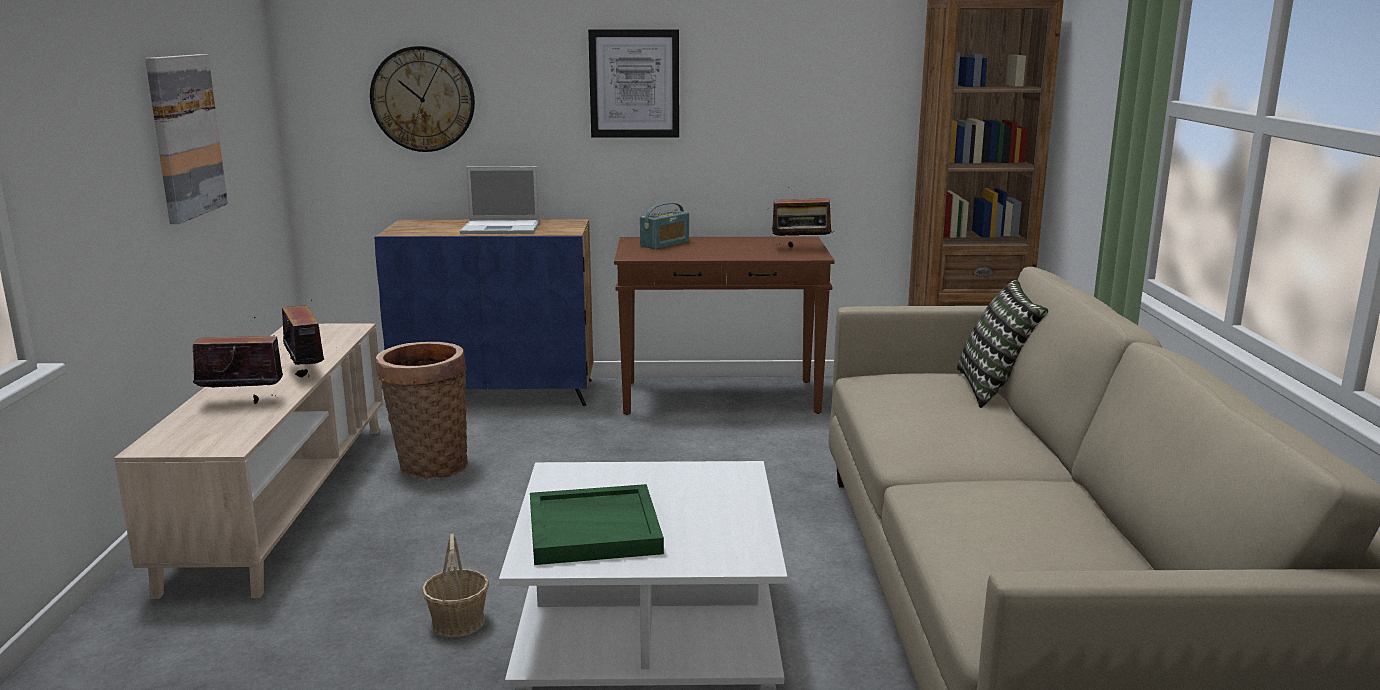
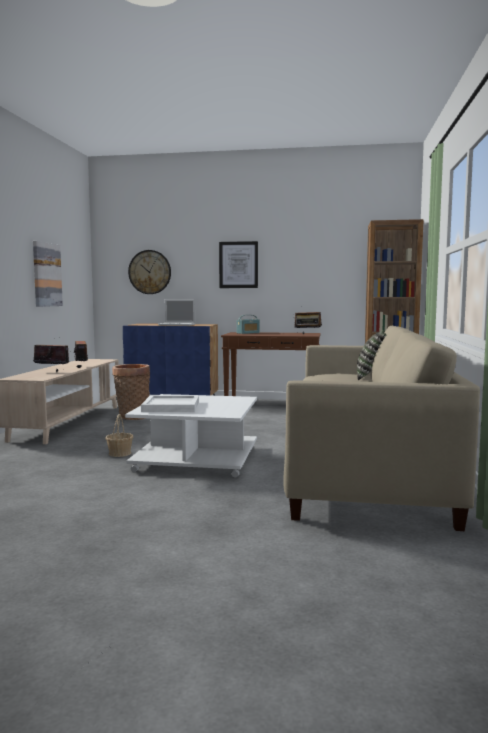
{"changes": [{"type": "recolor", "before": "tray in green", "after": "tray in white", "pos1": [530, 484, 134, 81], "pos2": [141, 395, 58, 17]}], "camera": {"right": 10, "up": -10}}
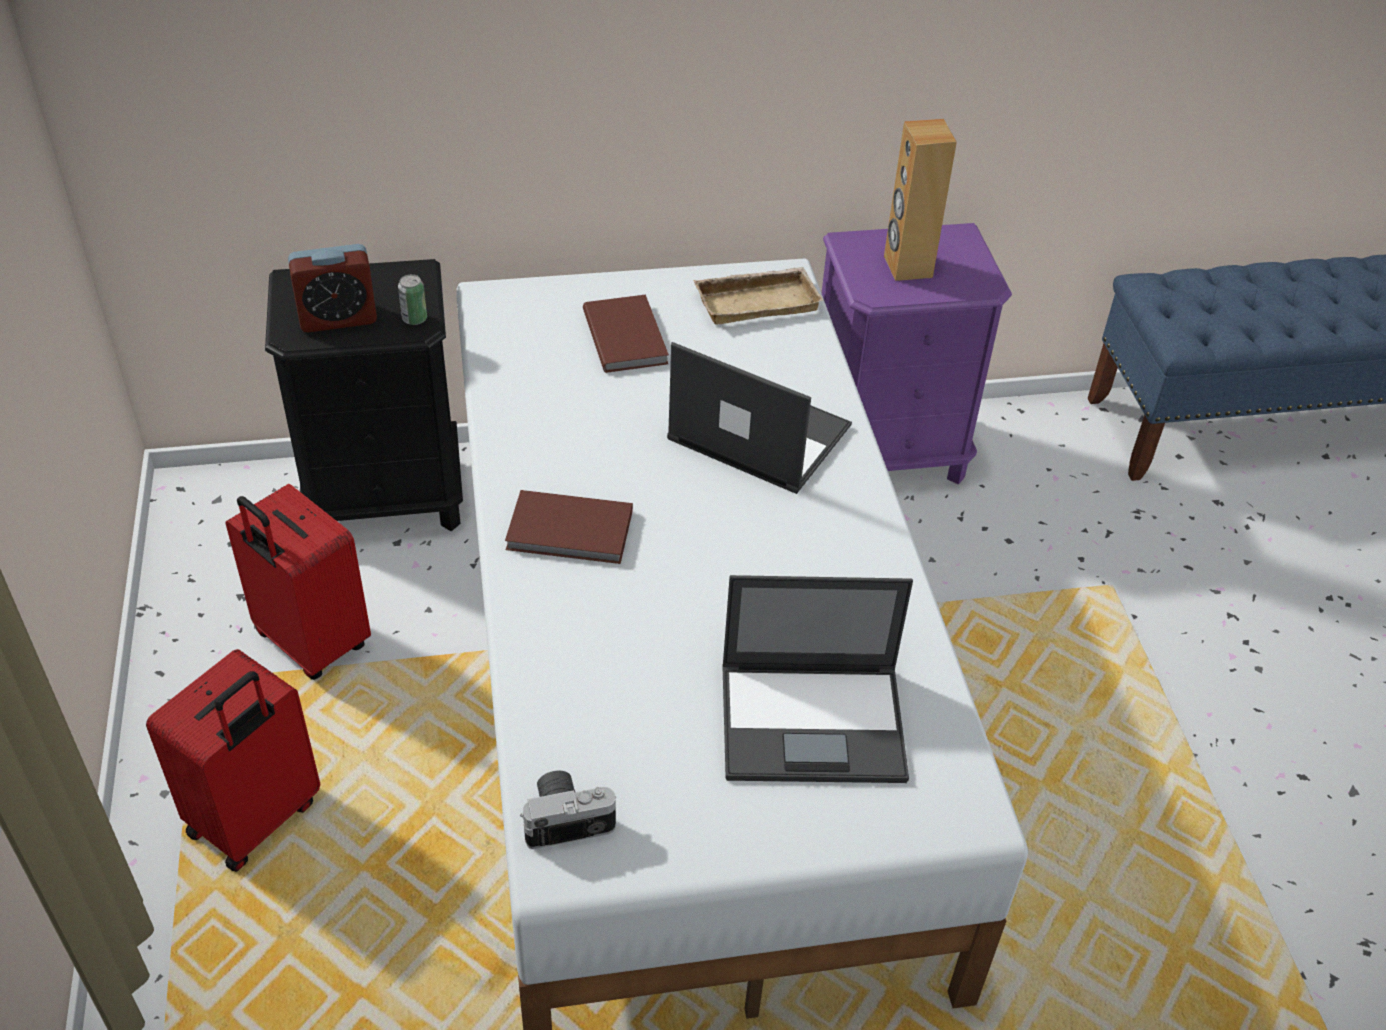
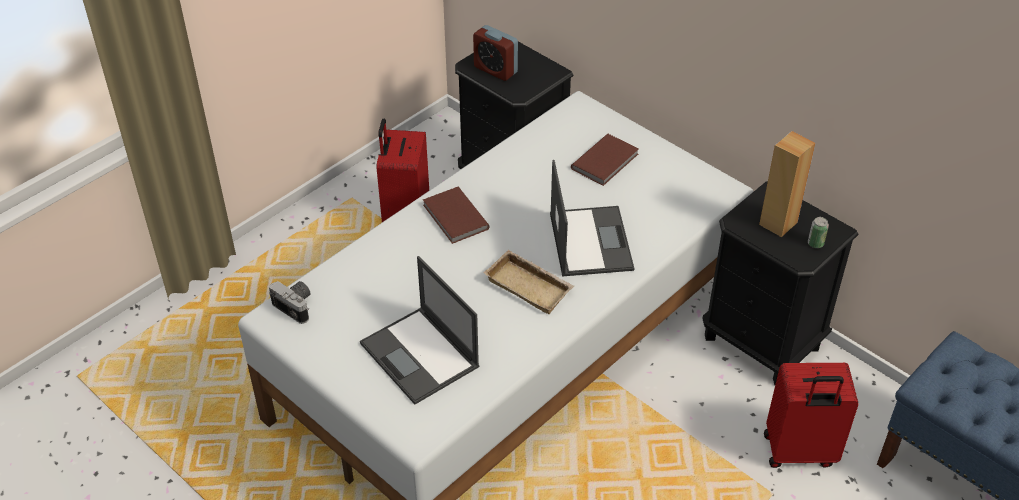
{"changes": [{"type": "move", "before": "suitcase in red", "pos1": [146, 649, 174, 223], "pos2": [764, 363, 95, 105]}, {"type": "move", "before": "can", "pos1": [398, 274, 29, 51], "pos2": [808, 217, 21, 31]}, {"type": "move", "before": "tray in beige", "pos1": [693, 267, 131, 58], "pos2": [484, 250, 90, 64]}, {"type": "recolor", "before": "nightstand in purple", "after": "nightstand in black", "pos1": [822, 223, 190, 261], "pos2": [702, 181, 156, 204]}], "camera": {"right": 55, "up": 0}}
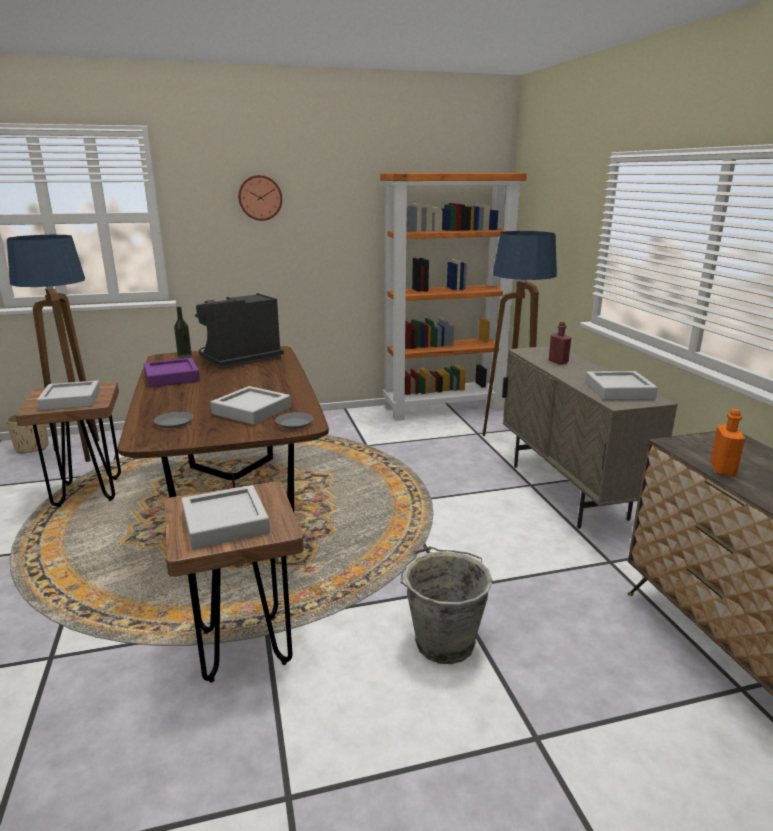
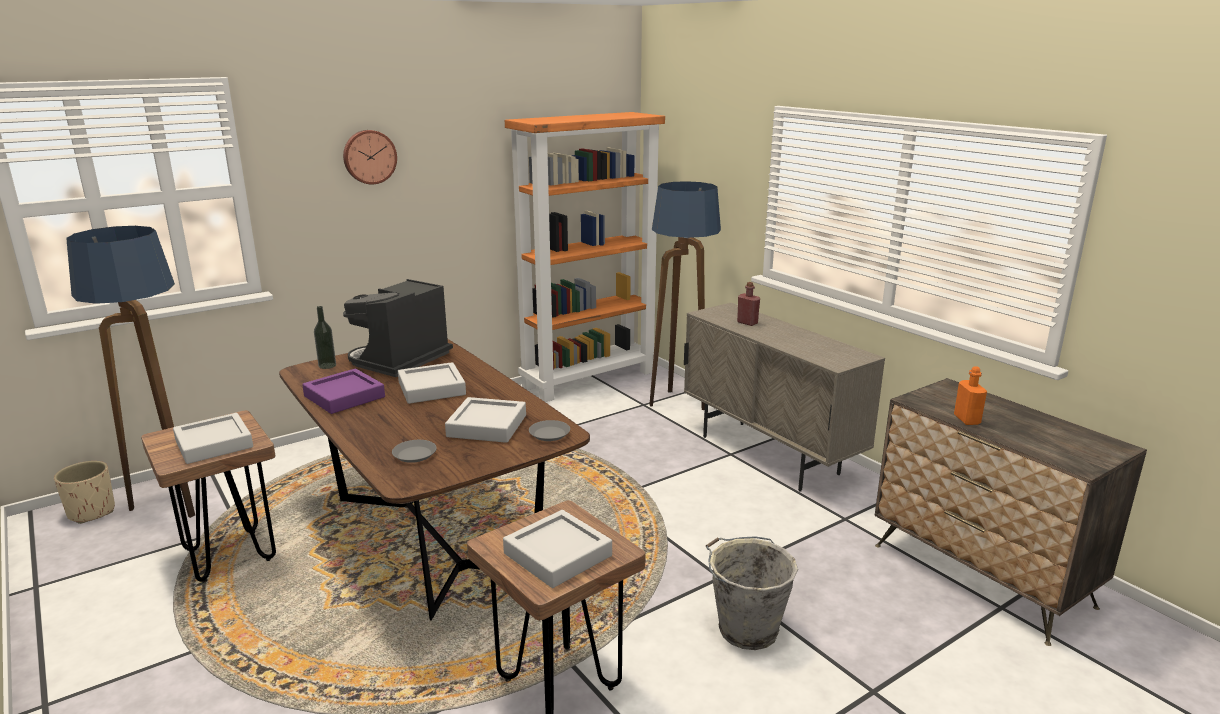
{"changes": [{"type": "move", "before": "tray in grey", "pos1": [585, 371, 73, 29], "pos2": [398, 362, 68, 42]}], "camera": {"right": -20, "up": 0}}
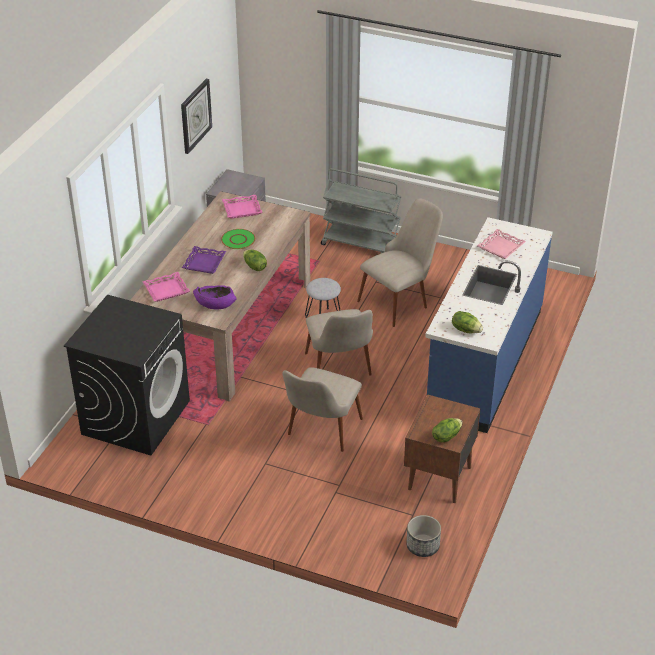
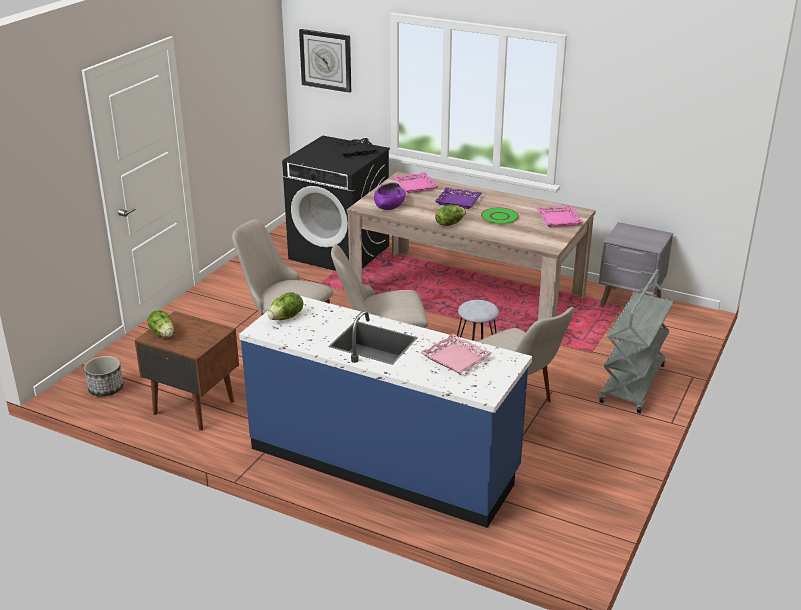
{"changes": [{"type": "insert", "after": "tray in black", "pos2": [333, 138, 44, 19]}, {"type": "move", "before": "wall clock", "pos1": [181, 79, 31, 75], "pos2": [299, 29, 52, 64]}], "camera": {"right": 95, "up": -10}}
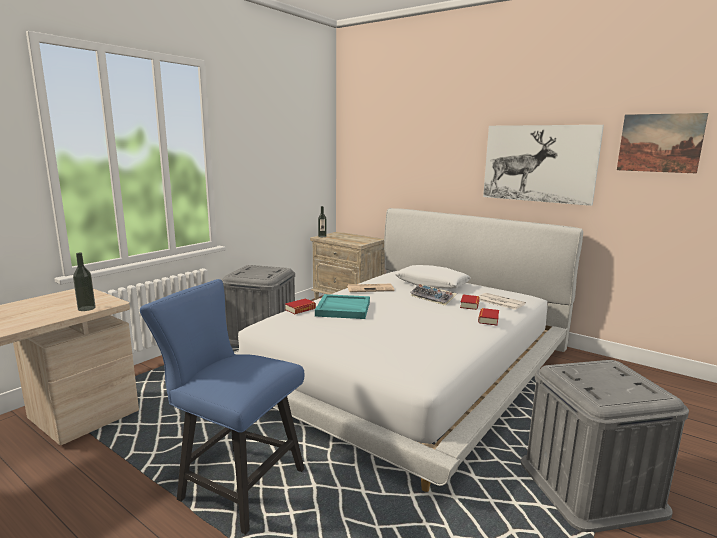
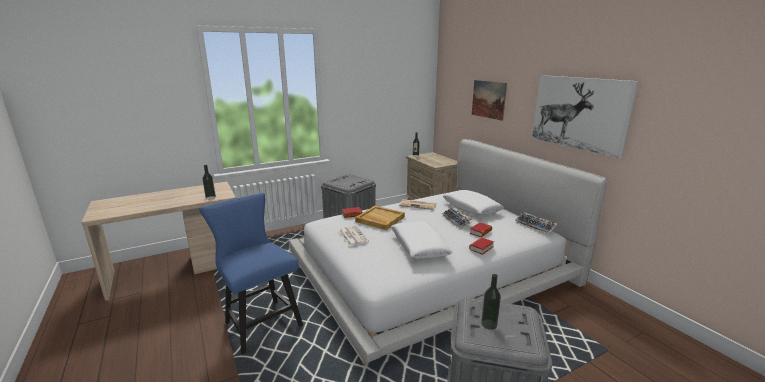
{"changes": [{"type": "insert", "after": "pillow in white", "pos2": [391, 221, 61, 38]}, {"type": "insert", "after": "bottle", "pos2": [481, 274, 20, 56]}, {"type": "insert", "after": "keyboard", "pos2": [515, 213, 43, 21]}, {"type": "move", "before": "newspaper", "pos1": [479, 293, 47, 17], "pos2": [339, 226, 30, 20]}, {"type": "move", "before": "picture", "pos1": [617, 113, 91, 61], "pos2": [472, 80, 35, 41]}, {"type": "recolor", "before": "tray in turquoise", "after": "tray in beige", "pos1": [315, 294, 55, 25], "pos2": [355, 206, 50, 24]}], "camera": {"right": 25, "up": 5}}
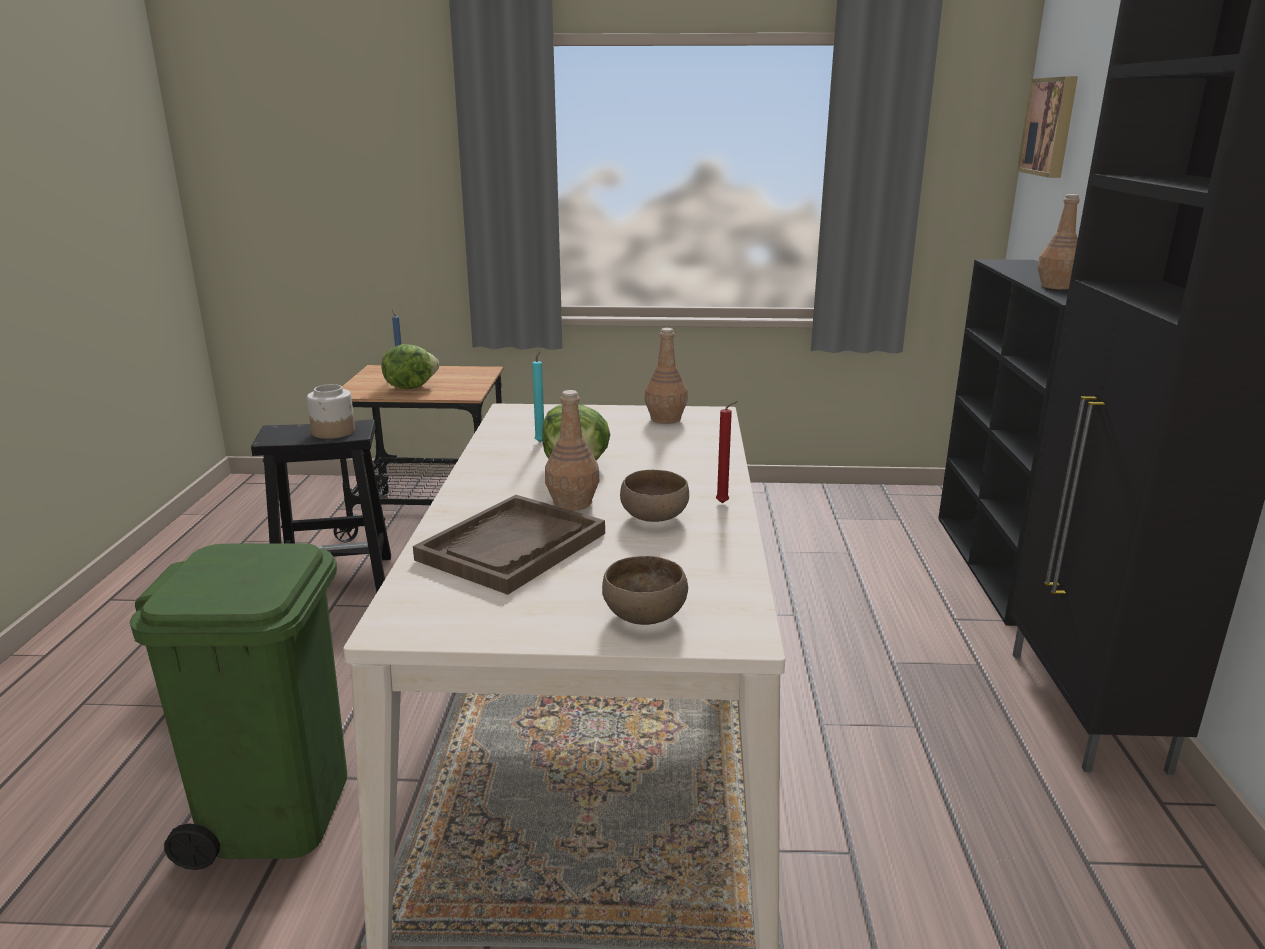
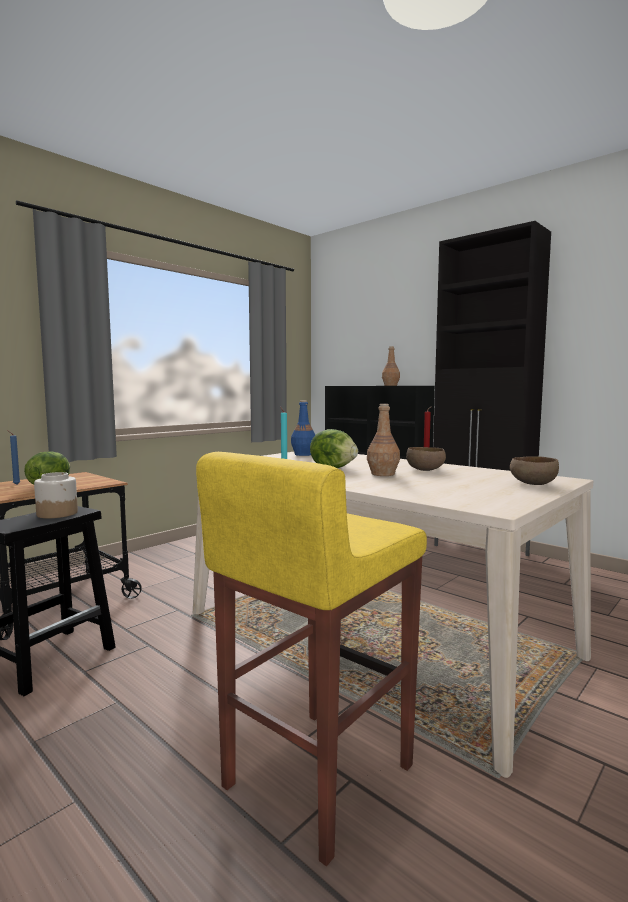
{"changes": [{"type": "delete", "before": "tray in brown", "pos1": [413, 495, 192, 100]}, {"type": "delete", "before": "picture", "pos1": [1017, 76, 61, 102]}, {"type": "replace", "before": "trash can in green", "after": "stool in yellow", "pos1": [129, 543, 218, 327], "pos2": [196, 452, 231, 414]}, {"type": "recolor", "before": "bottle in brown", "after": "bottle in blue", "pos1": [645, 328, 43, 96], "pos2": [291, 400, 24, 56]}], "camera": {"right": -50, "up": -15}}
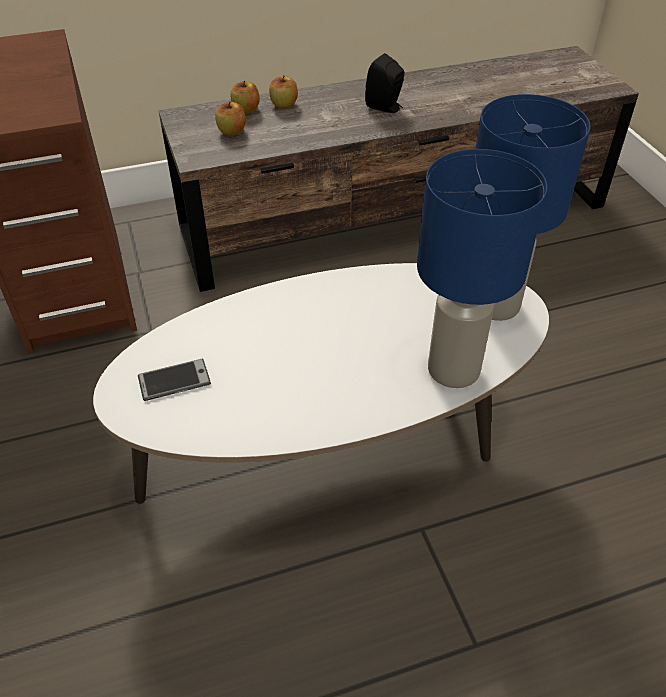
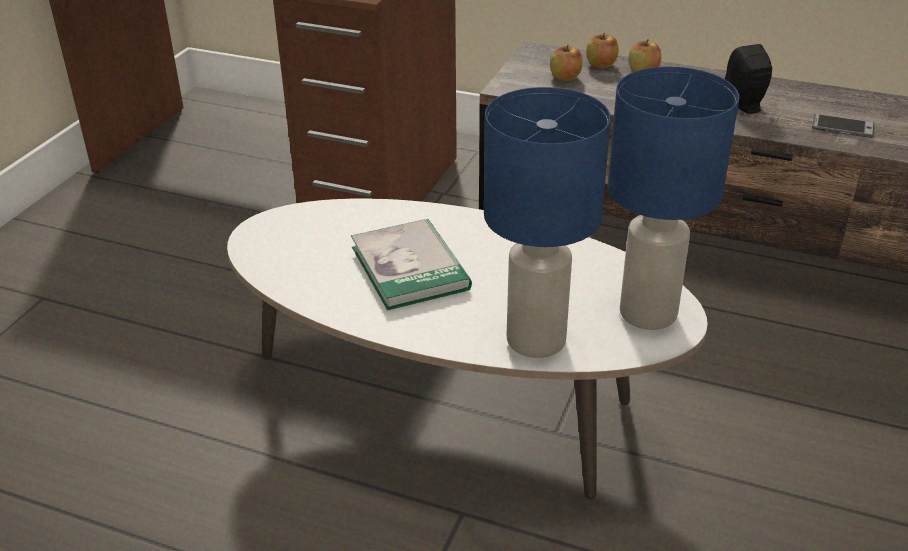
{"changes": [{"type": "insert", "after": "book", "pos2": [351, 219, 121, 91]}, {"type": "move", "before": "phone", "pos1": [138, 359, 73, 42], "pos2": [812, 114, 62, 24]}], "camera": {"right": 40, "up": -10}}
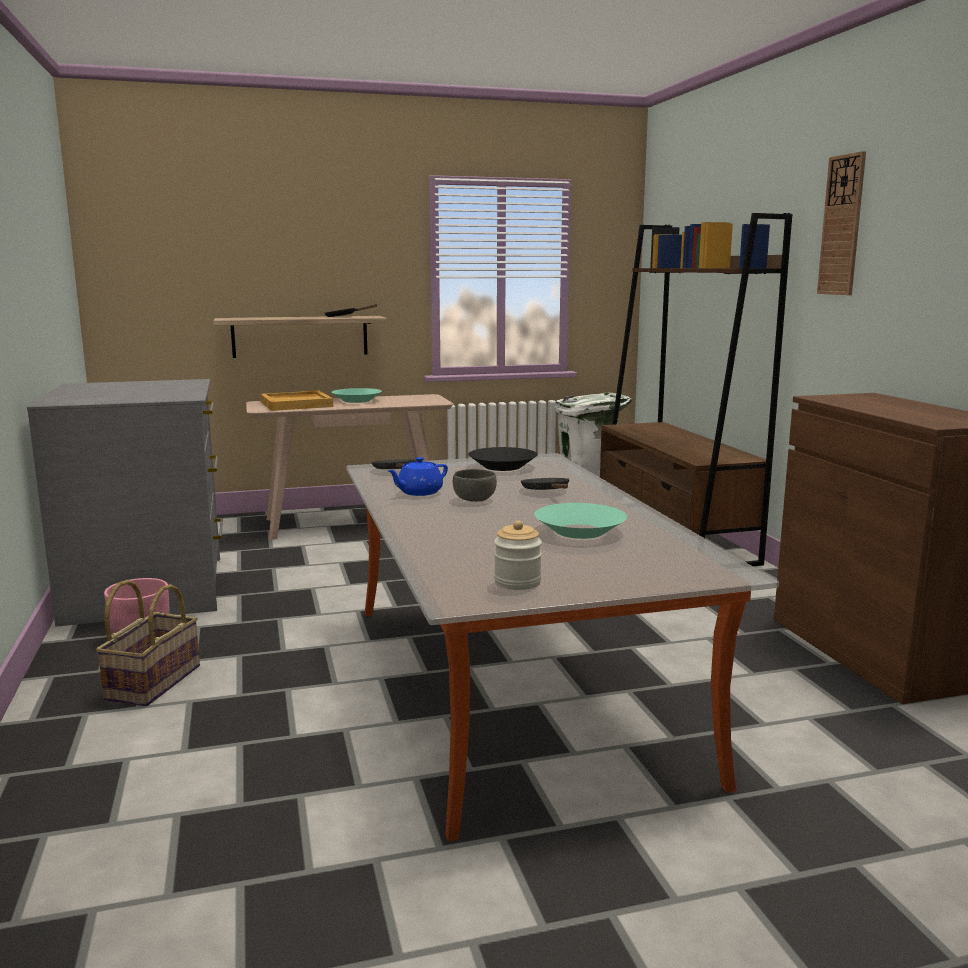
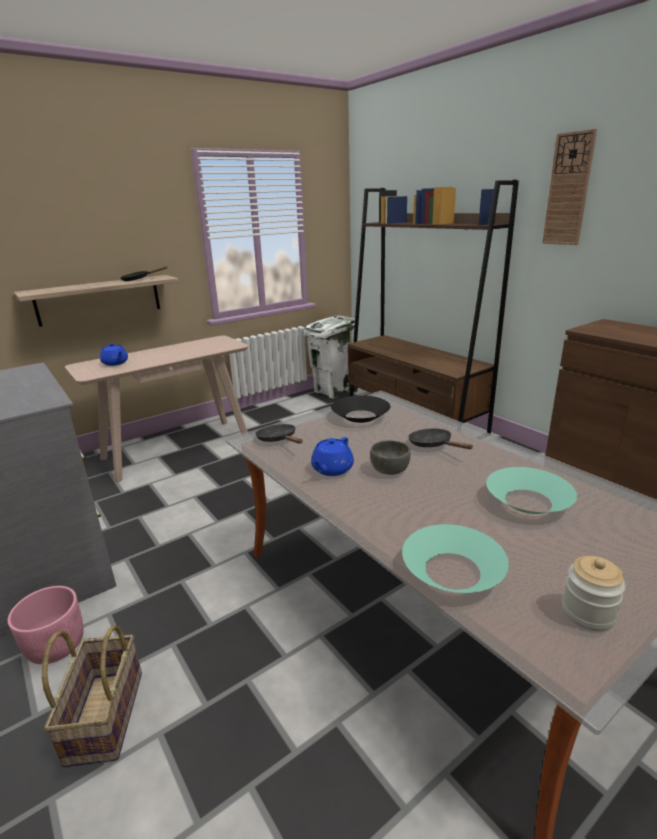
{"changes": [{"type": "move", "before": "bowl in turquoise", "pos1": [332, 388, 50, 15], "pos2": [402, 524, 107, 69]}, {"type": "replace", "before": "tray in beige", "after": "teapot in blue", "pos1": [260, 391, 73, 20], "pos2": [100, 343, 28, 23]}], "camera": {"right": -20, "up": 10}}
